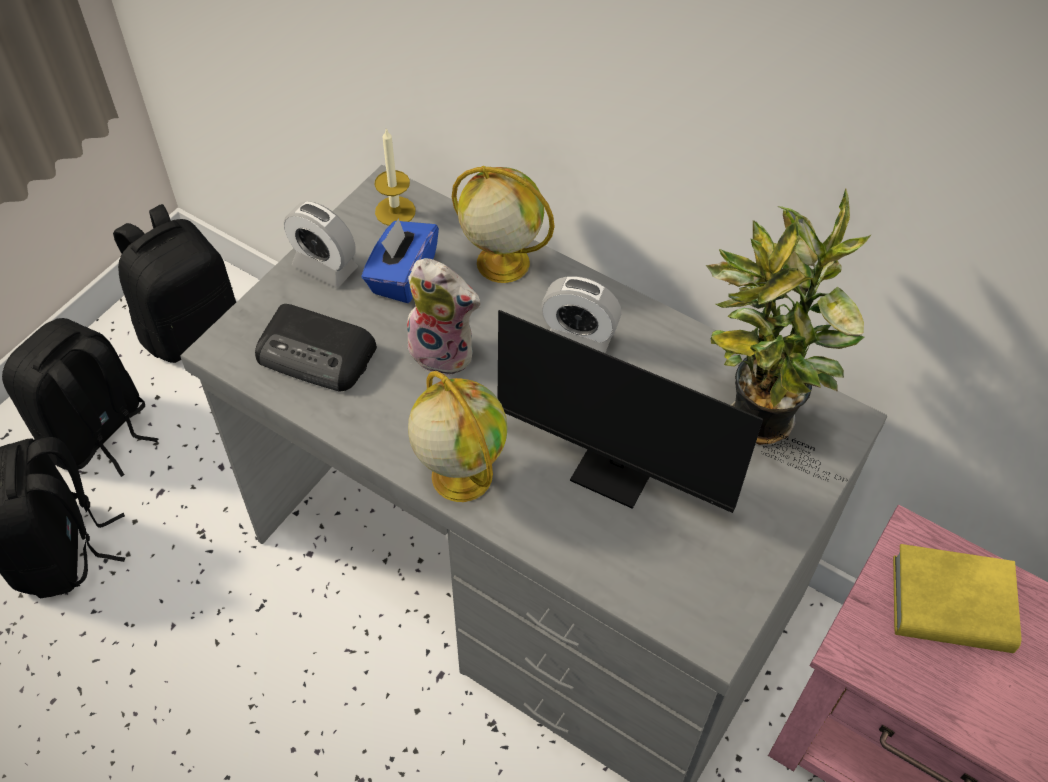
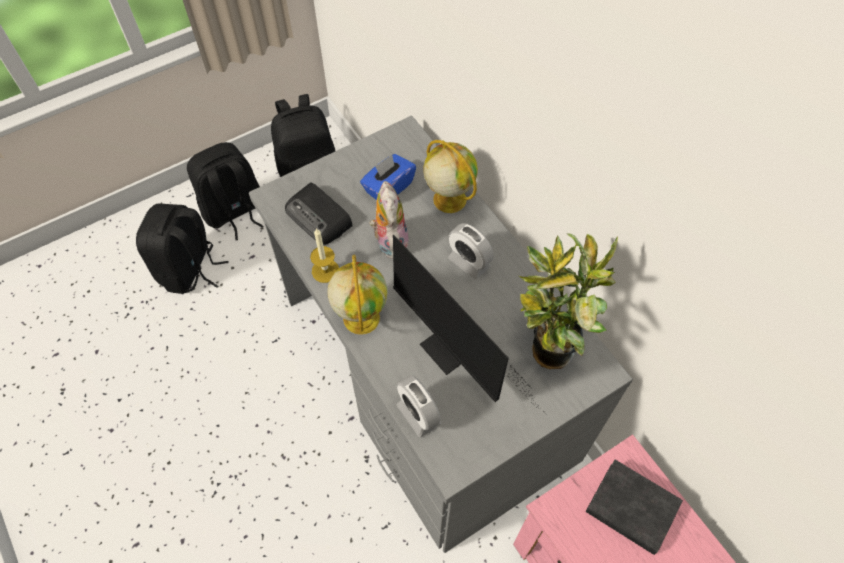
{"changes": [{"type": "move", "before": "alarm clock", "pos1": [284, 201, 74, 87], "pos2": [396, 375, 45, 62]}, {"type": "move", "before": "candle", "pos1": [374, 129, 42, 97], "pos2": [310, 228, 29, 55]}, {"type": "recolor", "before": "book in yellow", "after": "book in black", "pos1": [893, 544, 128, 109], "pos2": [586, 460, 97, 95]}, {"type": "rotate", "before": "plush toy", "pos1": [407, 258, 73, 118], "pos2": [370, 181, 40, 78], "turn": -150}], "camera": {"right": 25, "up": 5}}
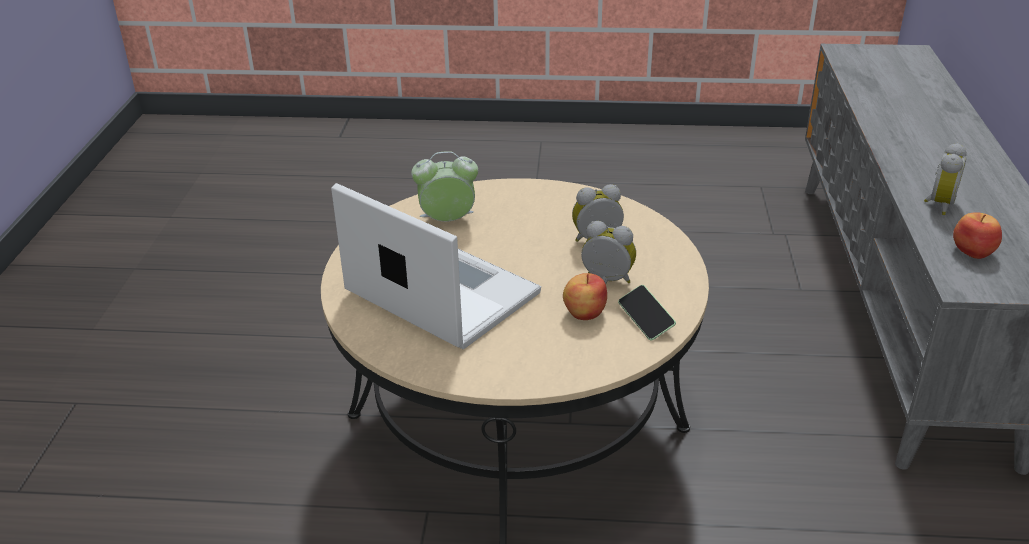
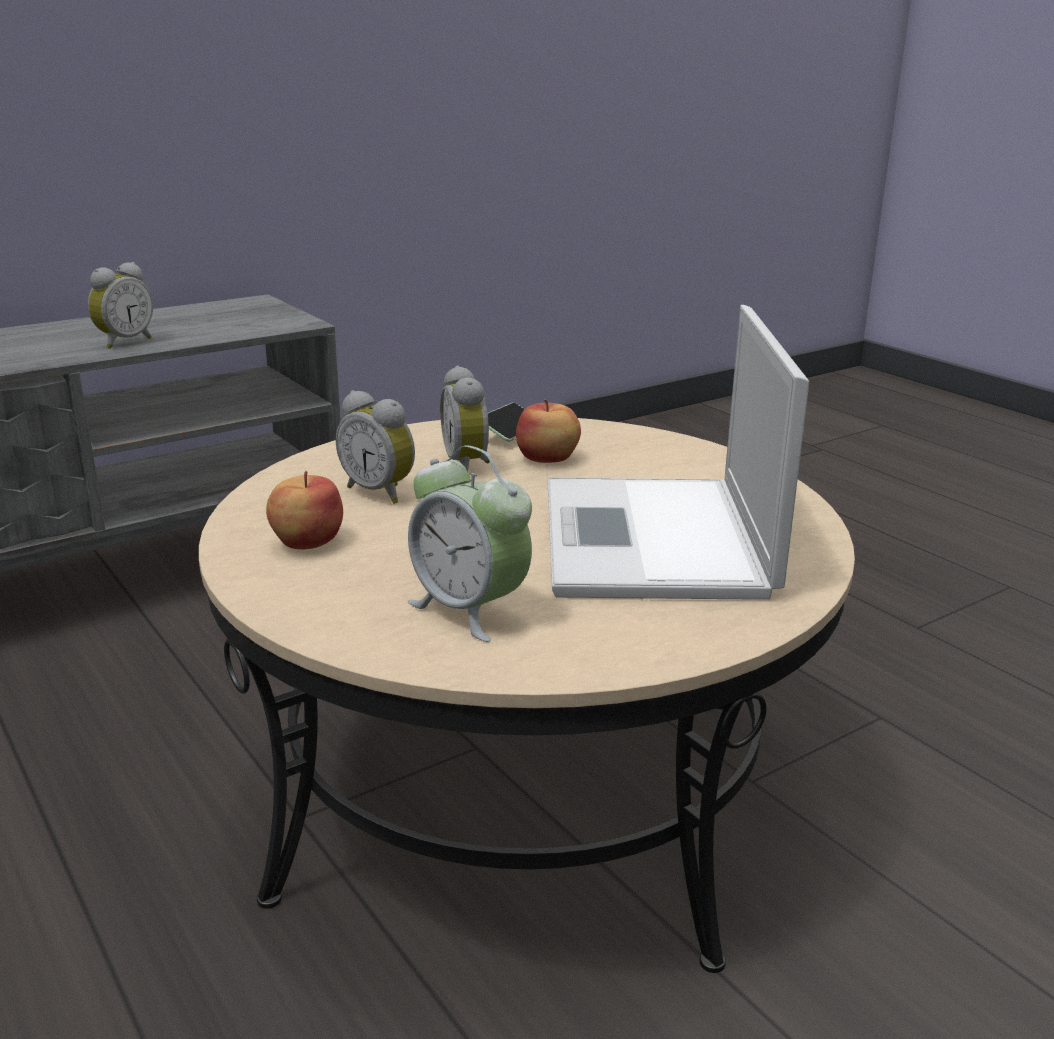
{"changes": [{"type": "move", "before": "apple", "pos1": [953, 212, 49, 47], "pos2": [266, 471, 77, 78]}, {"type": "rotate", "before": "alarm clock", "pos1": [924, 143, 43, 72], "pos2": [88, 262, 65, 87], "turn": 135}], "camera": {"right": -130, "up": -10}}
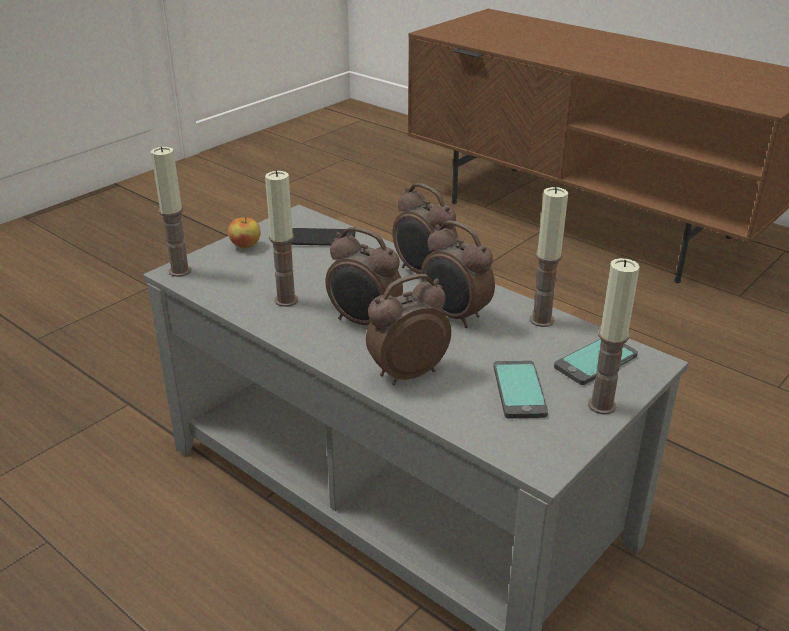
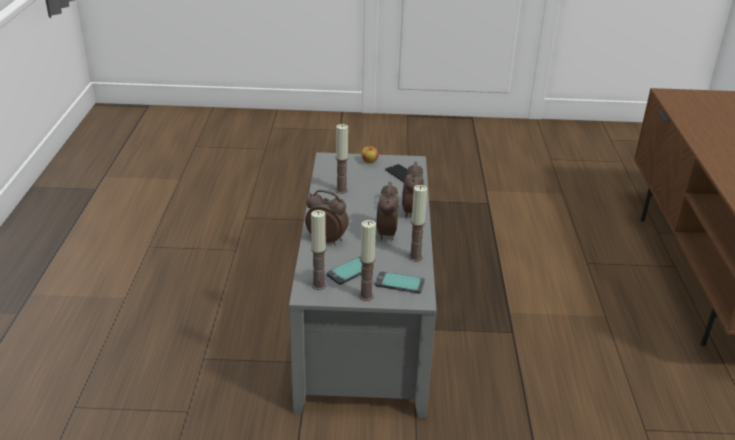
{"changes": [{"type": "delete", "before": "alarm clock", "pos1": [325, 227, 78, 98]}, {"type": "move", "before": "candle", "pos1": [151, 147, 40, 130], "pos2": [311, 210, 15, 80]}], "camera": {"right": 50, "up": 0}}
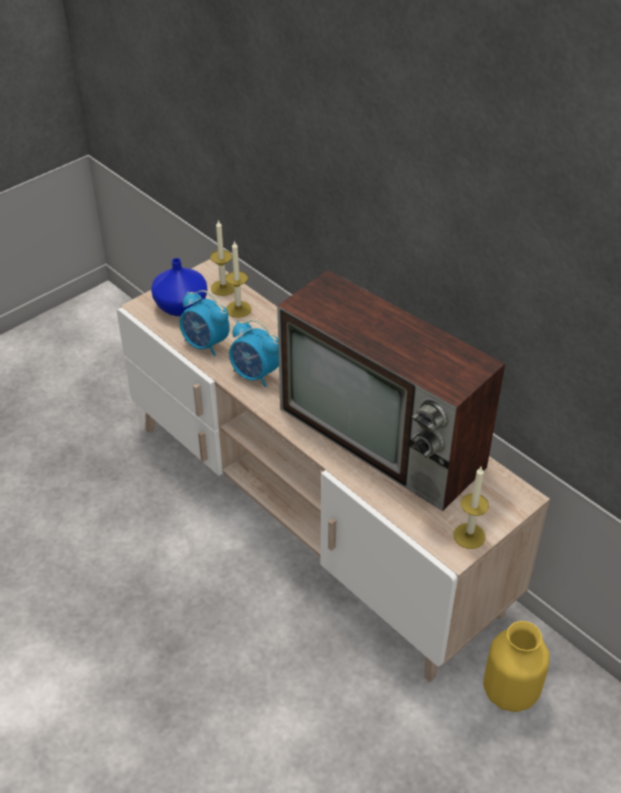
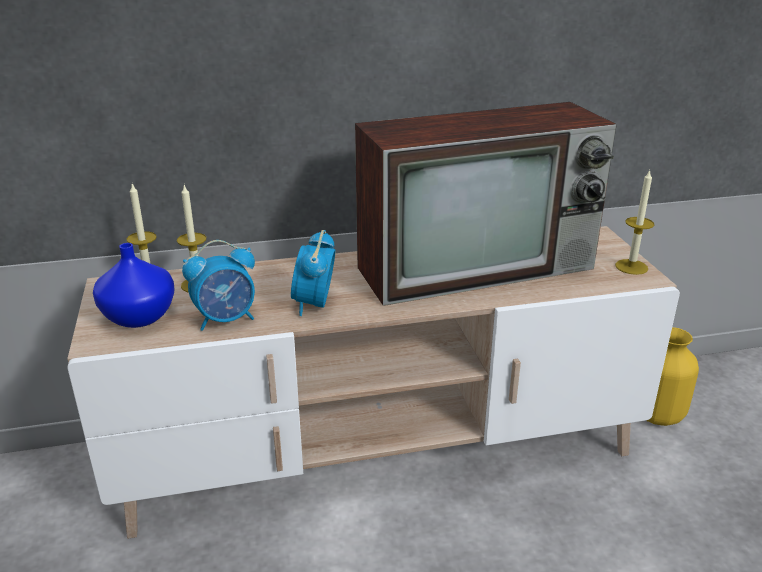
{"changes": [{"type": "rotate", "before": "alarm clock", "pos1": [229, 320, 50, 67], "pos2": [291, 230, 44, 86], "turn": 120}], "camera": {"right": -60, "up": -15}}
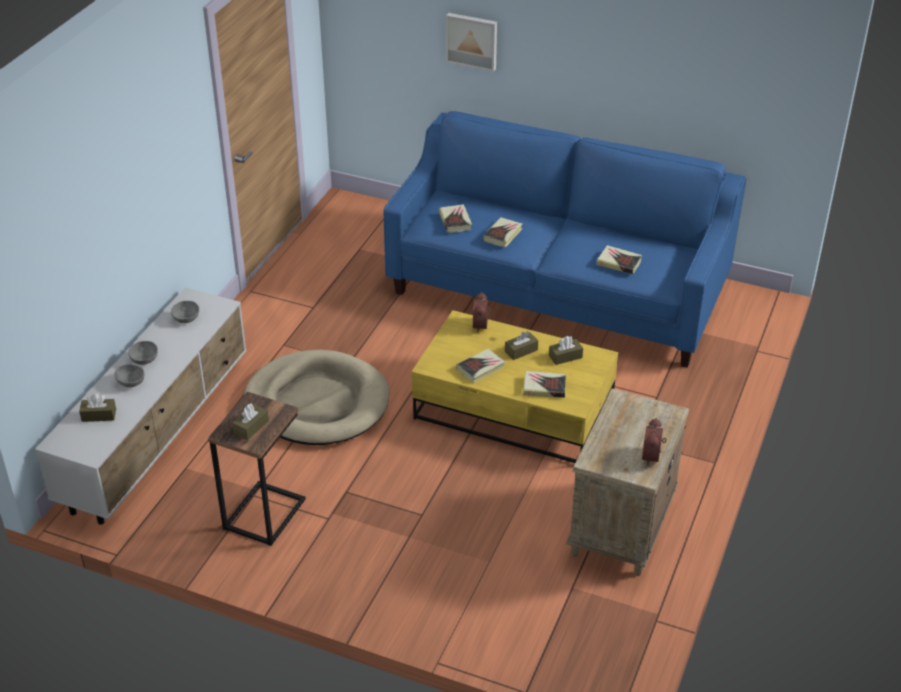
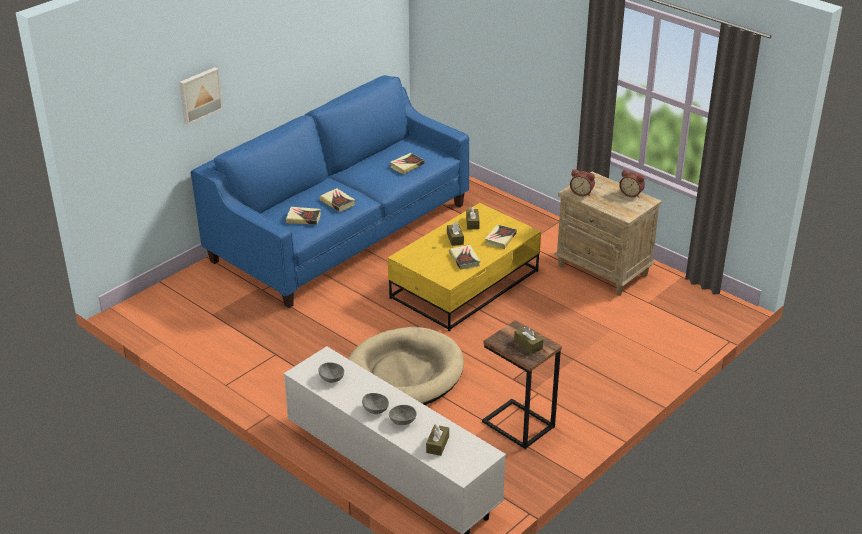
{"changes": [{"type": "move", "before": "alarm clock", "pos1": [473, 292, 19, 41], "pos2": [570, 169, 25, 27]}], "camera": {"right": -70, "up": -5}}
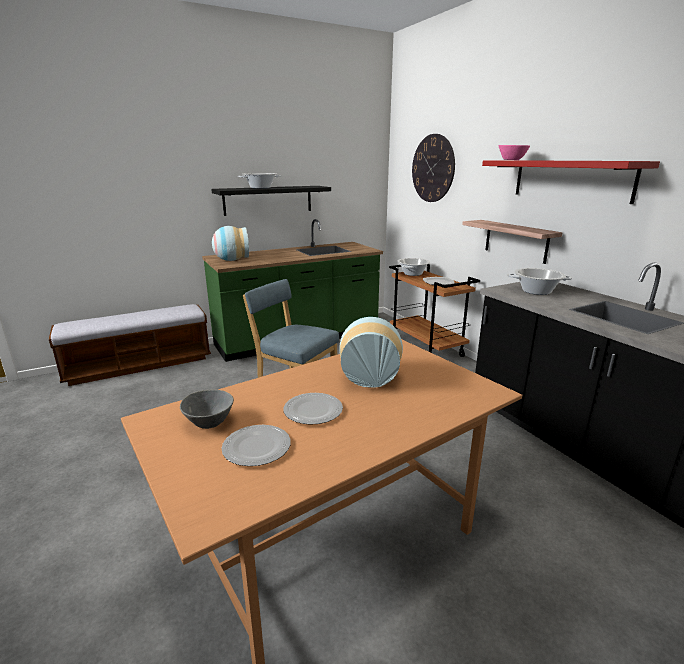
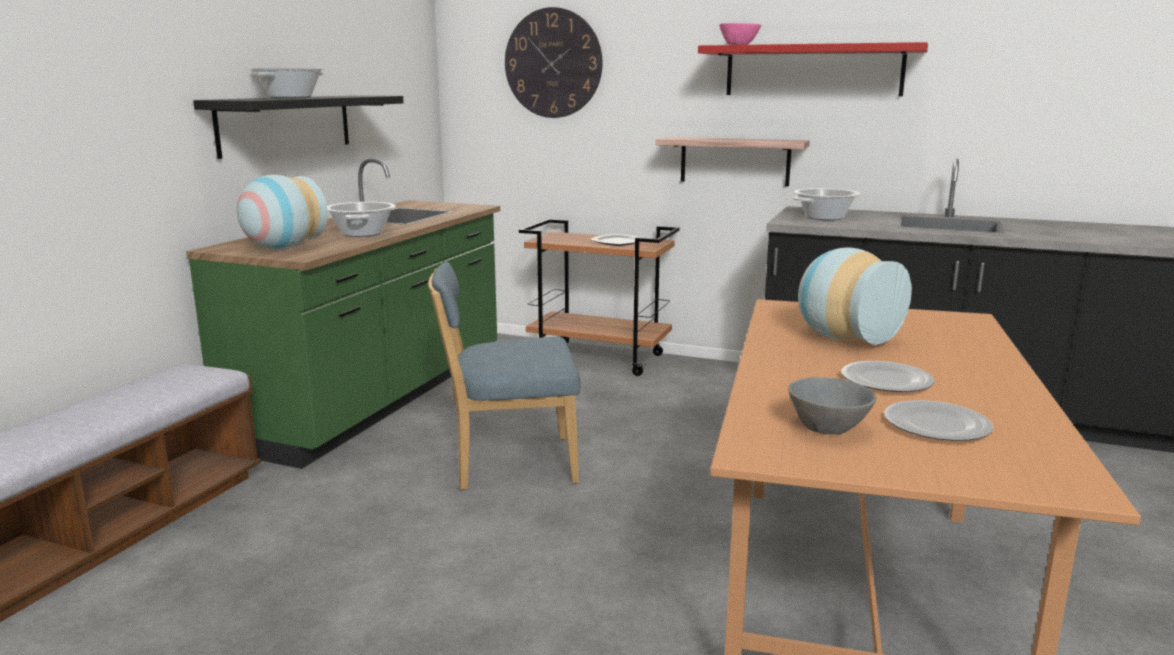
{"changes": [{"type": "move", "before": "cooking pot", "pos1": [397, 258, 33, 18], "pos2": [327, 202, 69, 35]}], "camera": {"right": -40, "up": -5}}
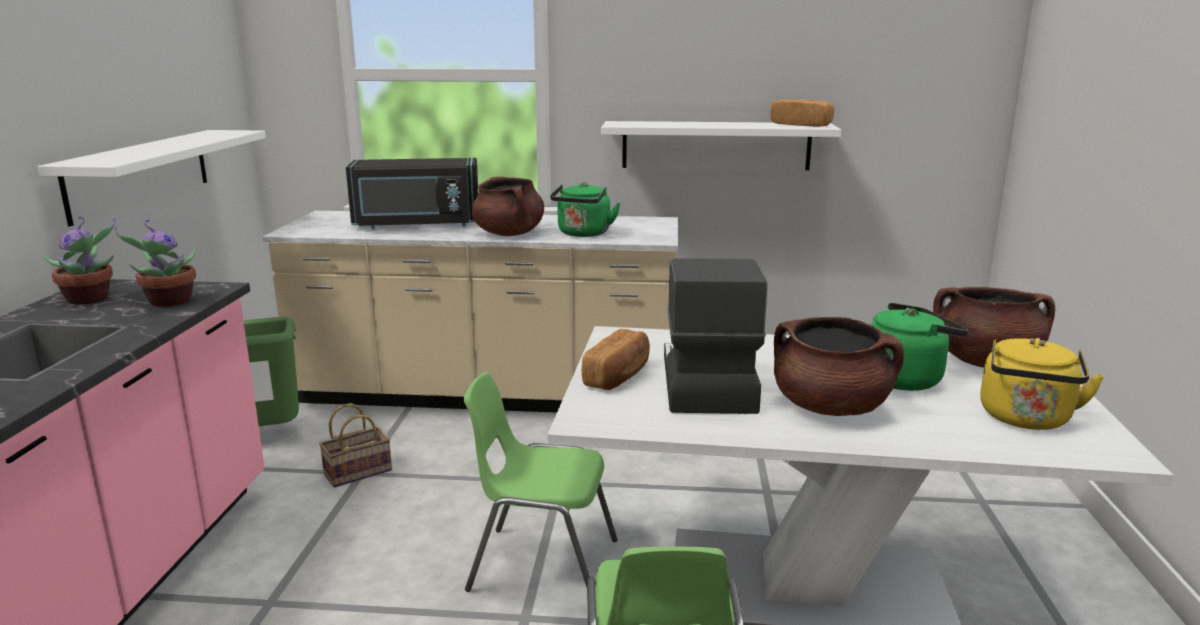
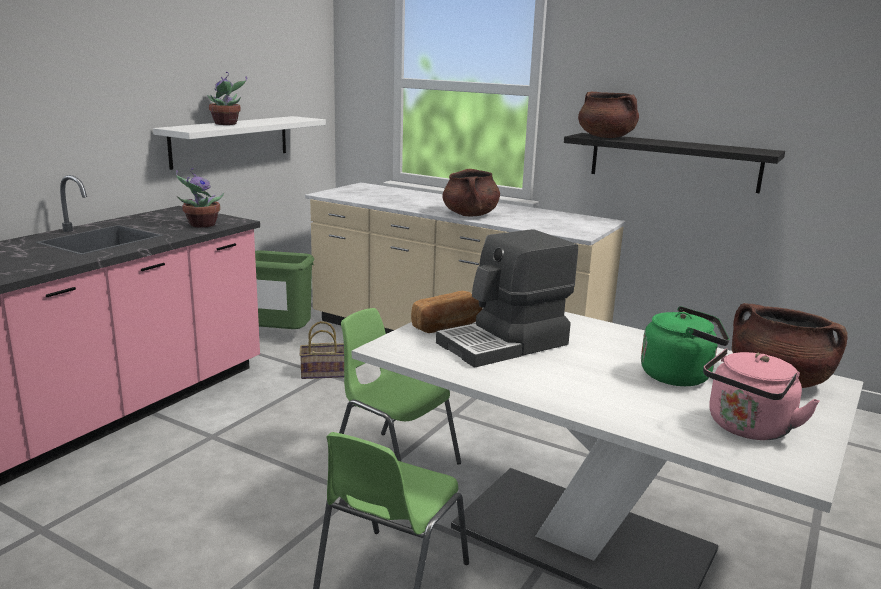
{"changes": [{"type": "delete", "before": "microwave in black", "pos1": [346, 158, 132, 71]}, {"type": "delete", "before": "kettle in green", "pos1": [550, 182, 70, 55]}, {"type": "delete", "before": "bread", "pos1": [771, 99, 63, 28]}, {"type": "move", "before": "potted plant", "pos1": [43, 216, 73, 88], "pos2": [207, 72, 40, 53]}, {"type": "move", "before": "cooking pot in brown", "pos1": [774, 317, 130, 99], "pos2": [578, 91, 61, 47]}, {"type": "recolor", "before": "shelf in white", "after": "shelf in black", "pos1": [601, 121, 240, 49], "pos2": [564, 133, 221, 60]}, {"type": "recolor", "before": "kettle in yellow", "after": "kettle in pink", "pos1": [980, 338, 125, 92], "pos2": [703, 348, 117, 92]}, {"type": "rotate", "before": "coffee machine", "pos1": [664, 258, 103, 156], "pos2": [436, 229, 142, 139], "turn": -150}], "camera": {"right": 25, "up": 0}}
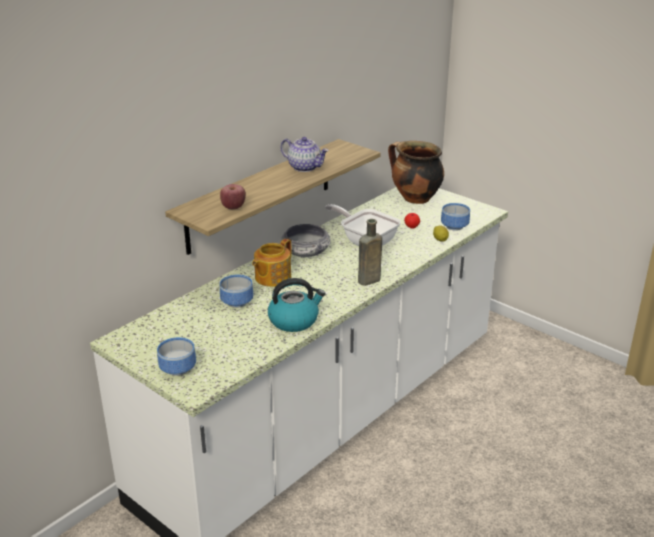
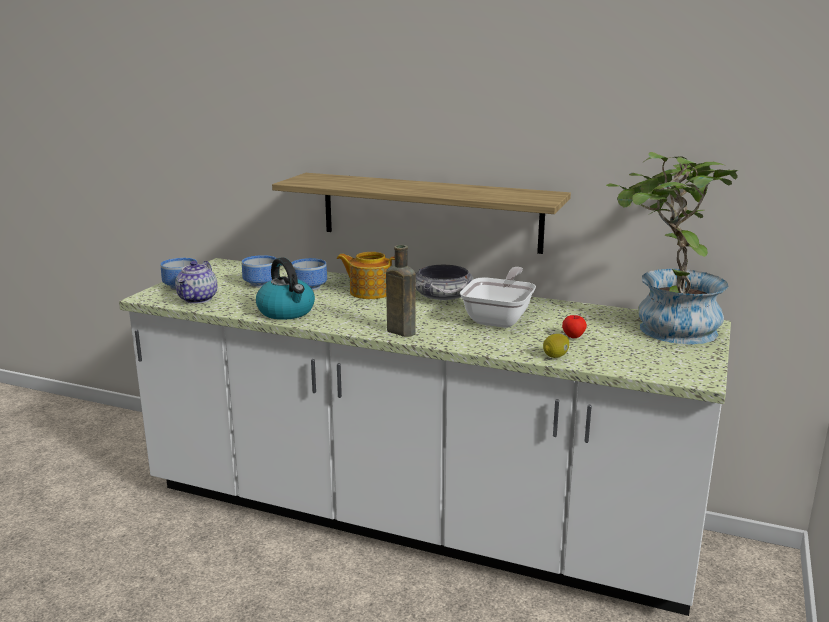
{"changes": [{"type": "delete", "before": "apple", "pos1": [220, 184, 26, 25]}, {"type": "move", "before": "teapot", "pos1": [280, 137, 49, 35], "pos2": [175, 261, 42, 42]}, {"type": "move", "before": "bowl", "pos1": [441, 203, 29, 28], "pos2": [242, 255, 34, 32]}, {"type": "replace", "before": "cooking pot", "after": "potted plant", "pos1": [388, 141, 56, 63], "pos2": [606, 152, 132, 192]}], "camera": {"right": 70, "up": -10}}
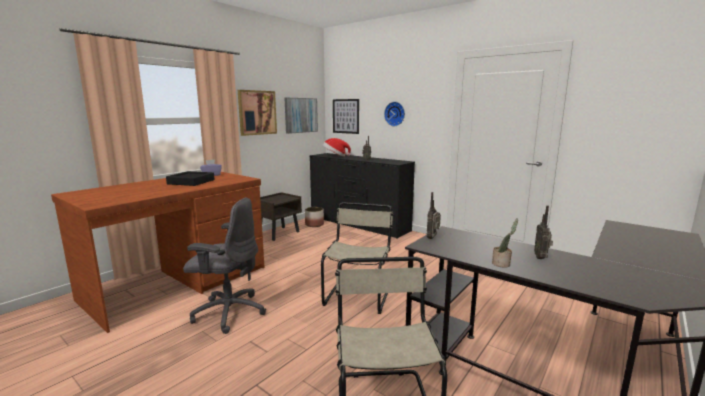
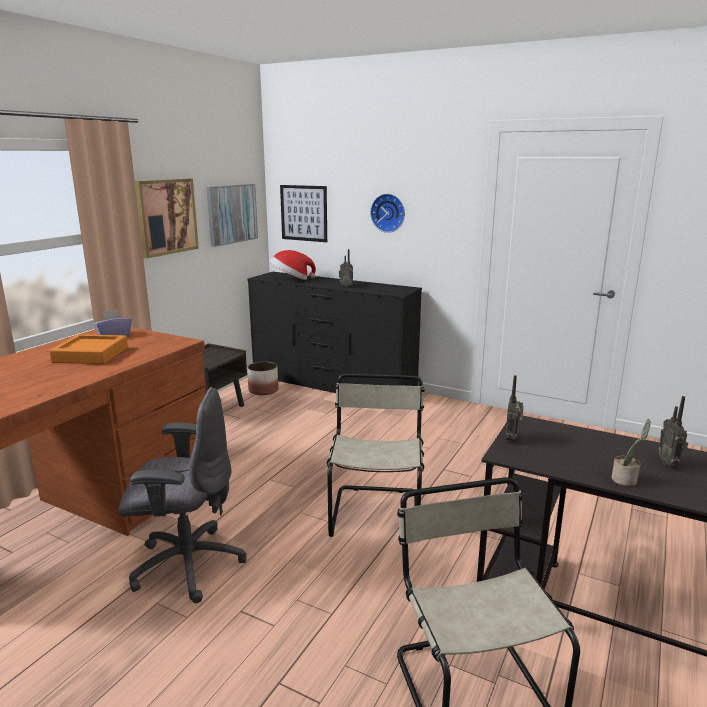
{"changes": [{"type": "recolor", "before": "tray in black", "after": "tray in orange", "pos1": [166, 171, 49, 15], "pos2": [49, 334, 79, 30]}], "camera": {"right": -10, "up": 5}}
